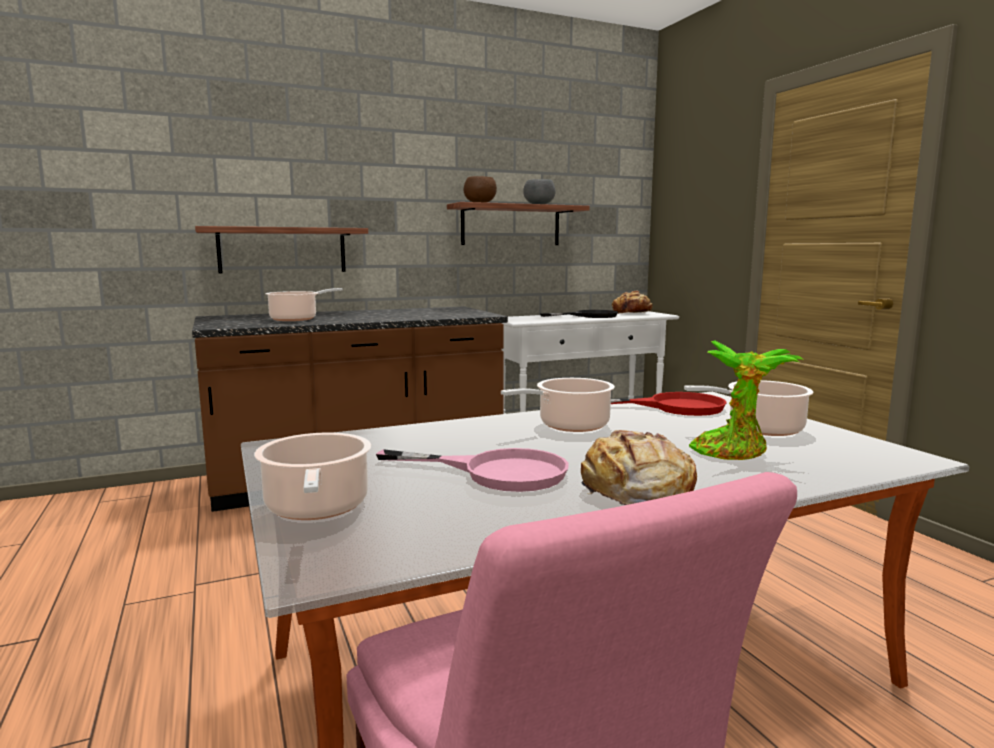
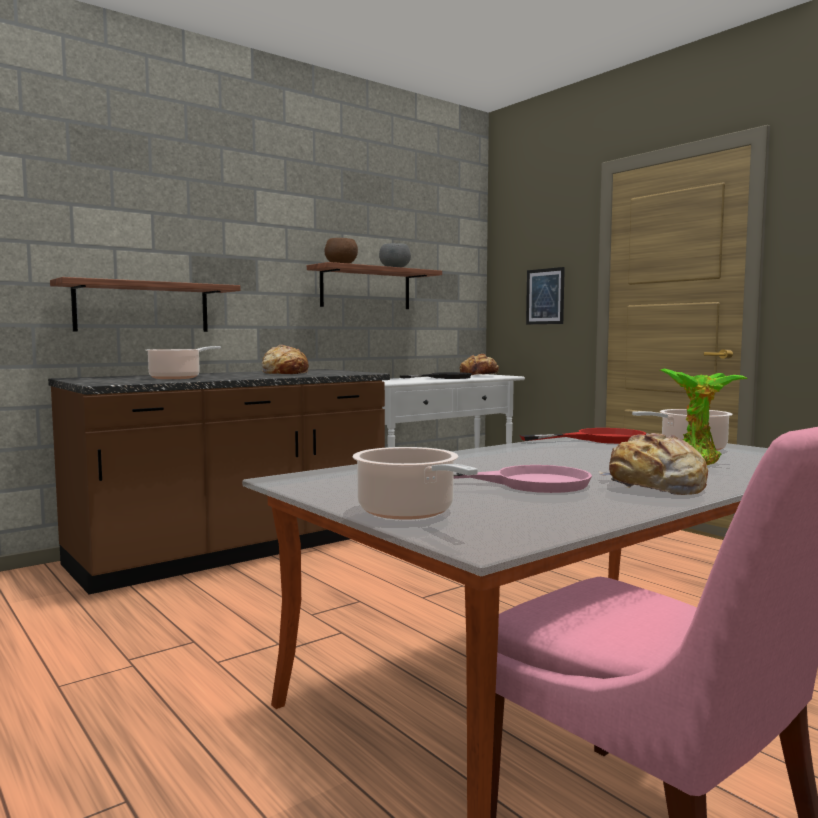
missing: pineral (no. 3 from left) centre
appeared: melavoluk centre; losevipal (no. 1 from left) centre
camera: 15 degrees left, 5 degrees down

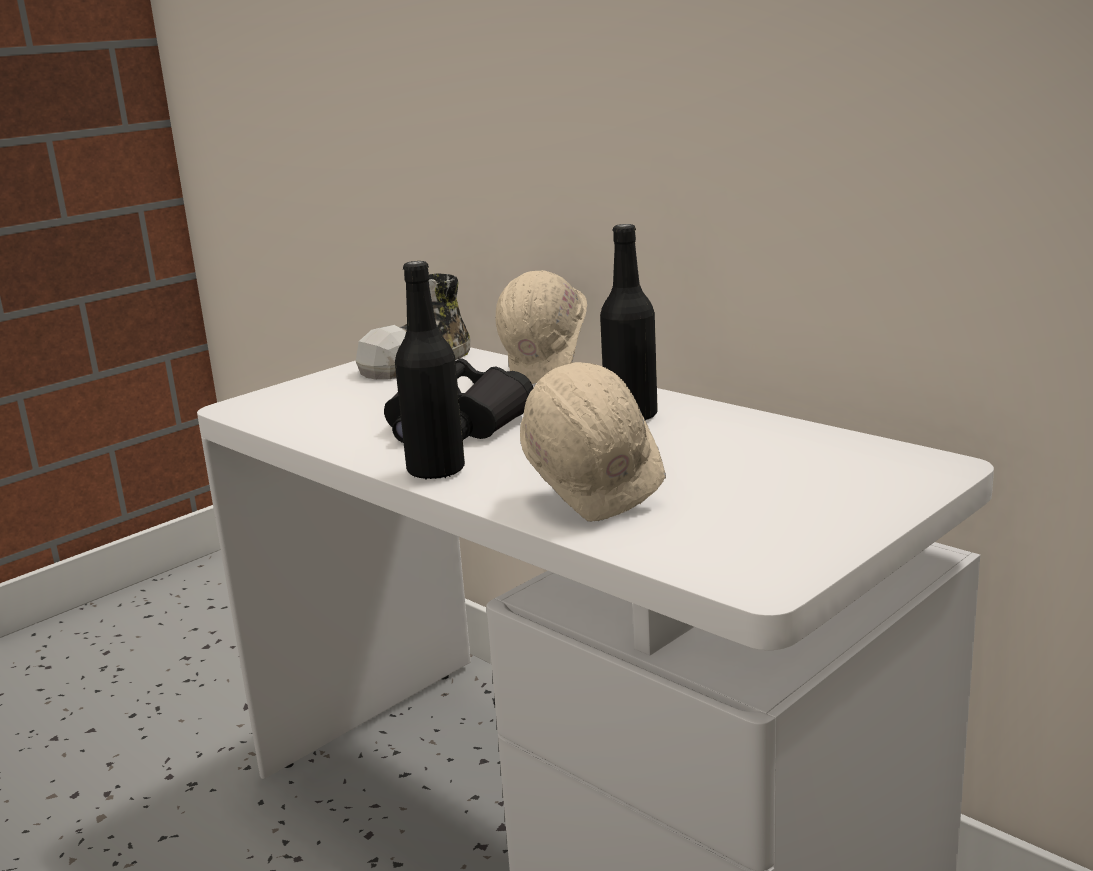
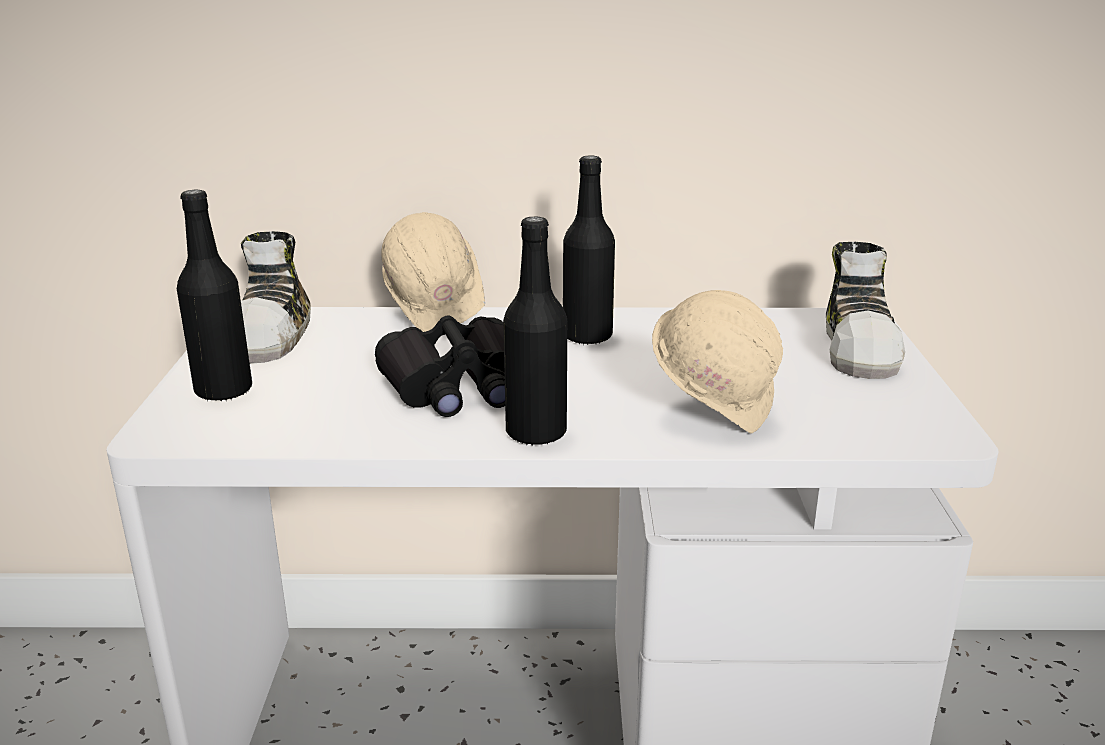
appeared: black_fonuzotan (no. 1 from left) middle left; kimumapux (no. 2 from left) middle right
camera: 45 degrees left, 5 degrees up

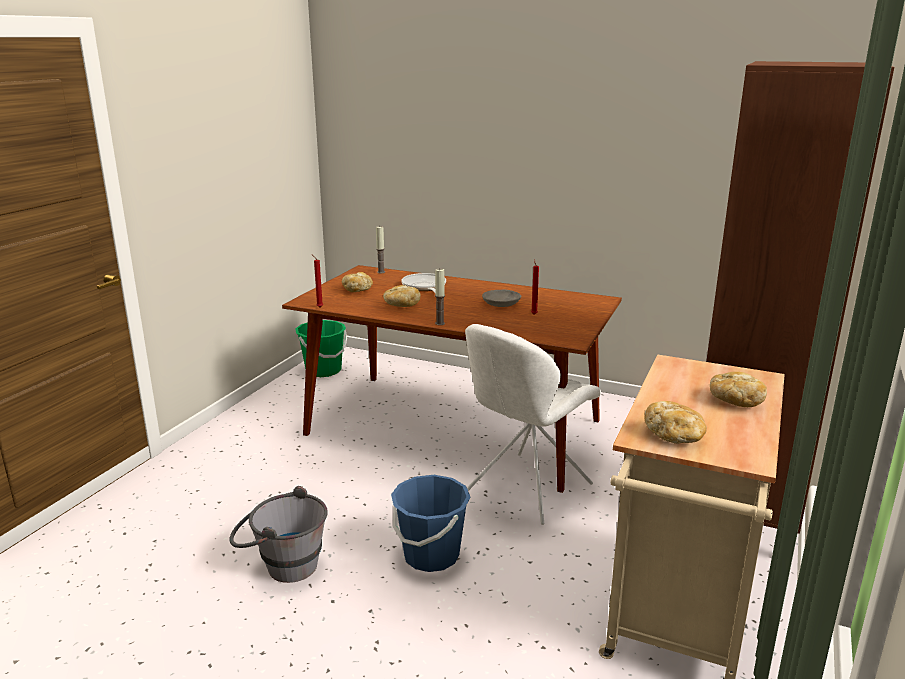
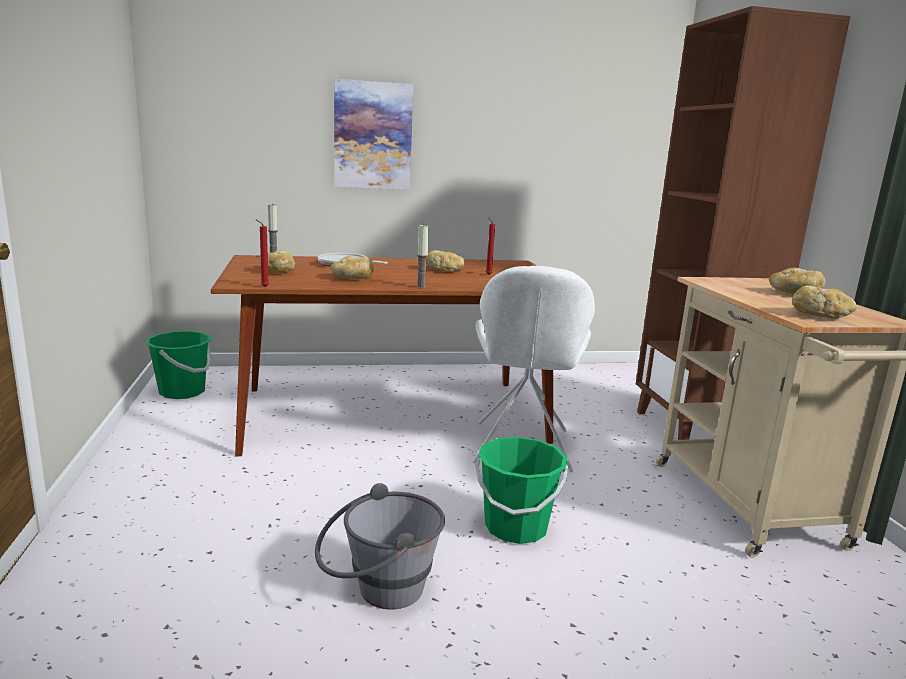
appeared: melavoluk top centre
exchanged: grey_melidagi centre to losevipal (no. 3 from left) centre
colour: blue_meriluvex bottom centre to green_meriluvex (no. 2 from left) bottom centre
camera: 35 degrees left, 5 degrees down

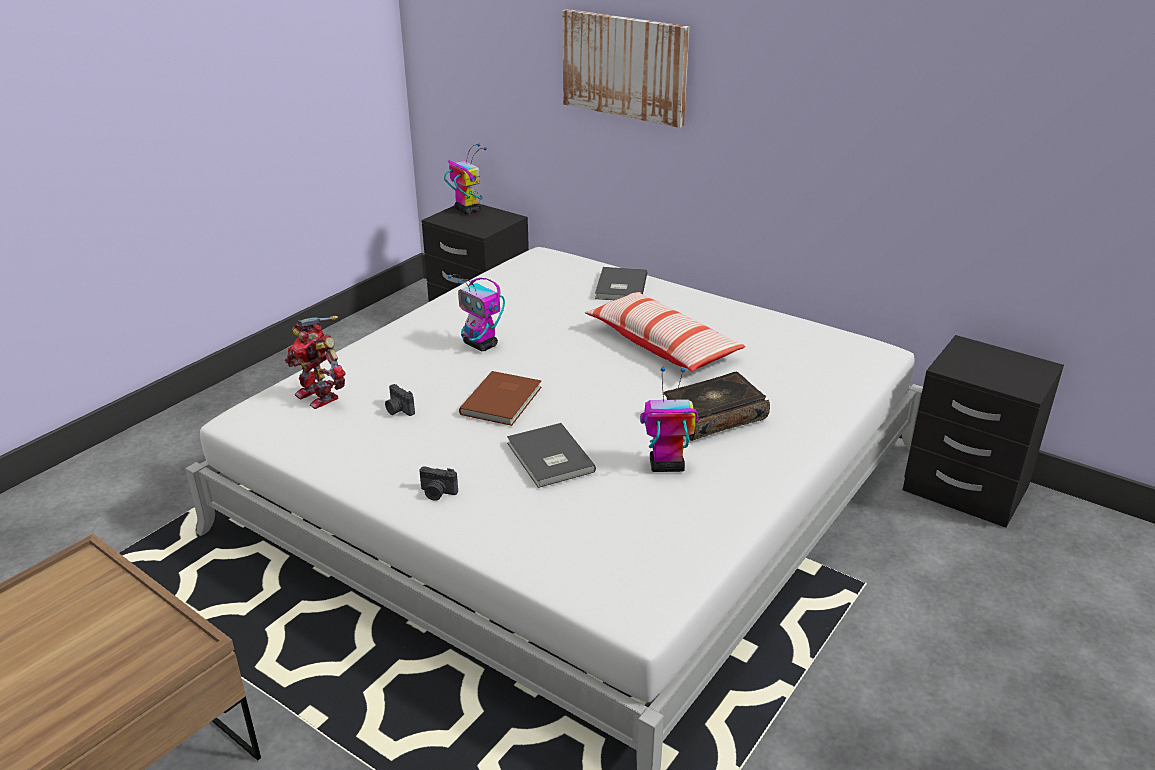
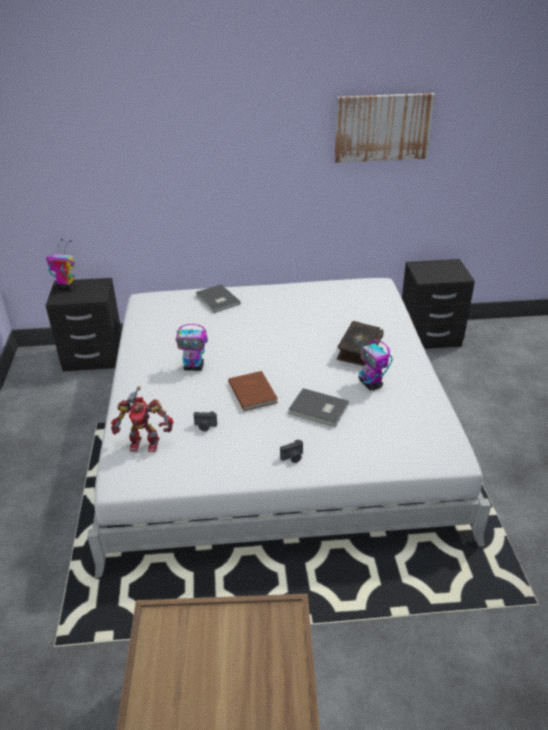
missing: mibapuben centre
relocated: melavoluk top centre to top right
spun: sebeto (no. 4 from left) centre = middle right 75 degrees counterclockwise
camera: 40 degrees left, 5 degrees up

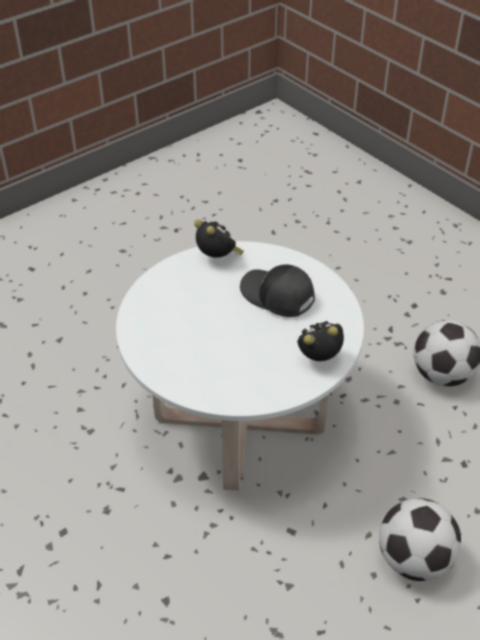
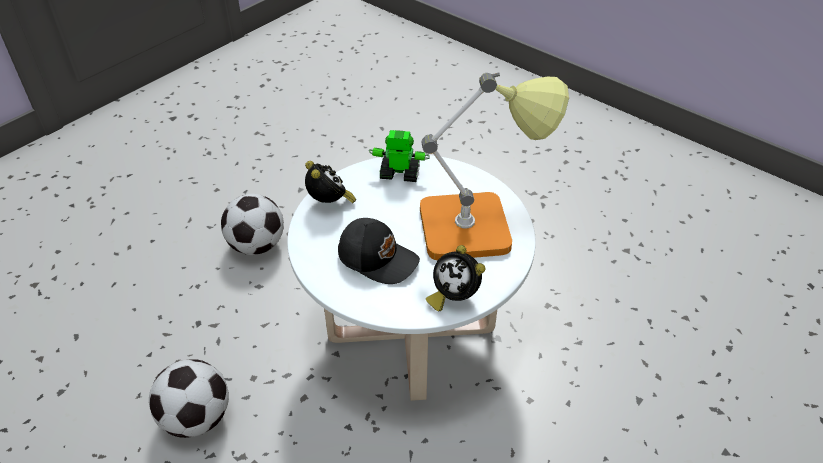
appeared: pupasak centre; sebeto centre
spun: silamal (no. 2 from left in the first image) middle right = centre 90 degrees counterclockwise
camera: 170 degrees right, 0 degrees up

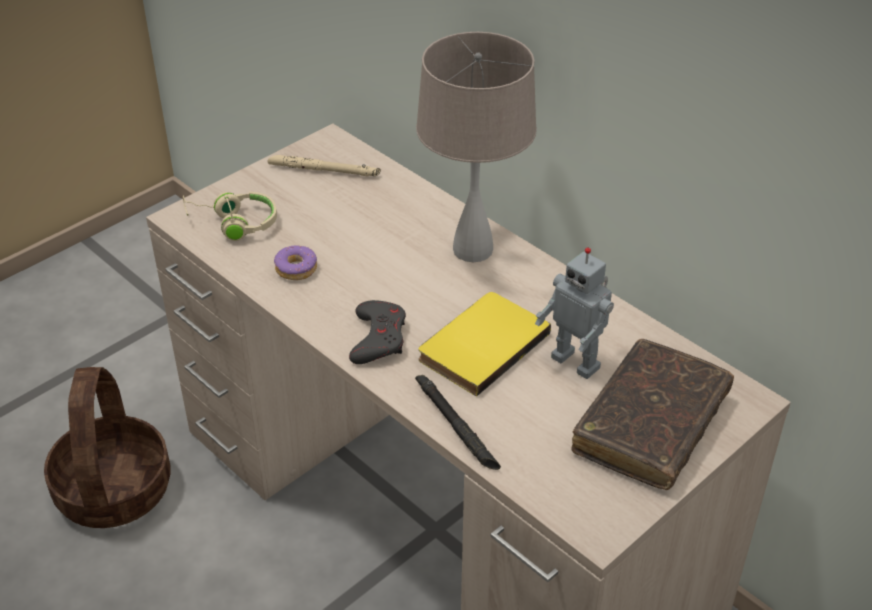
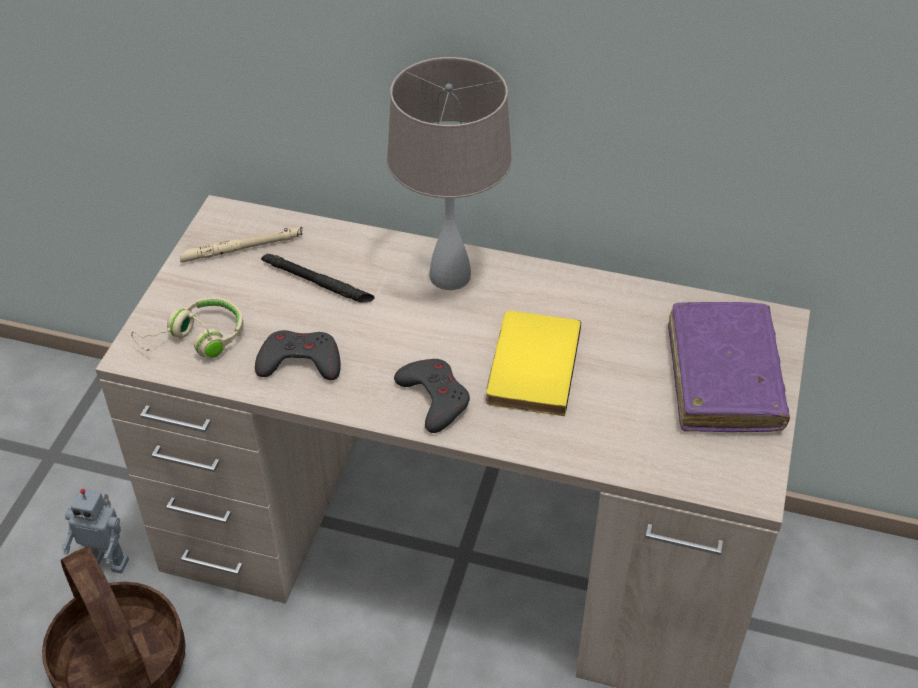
relocated: sebeto centre to bottom left; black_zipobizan bottom centre to centre
exchanged: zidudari centre to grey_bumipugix (no. 1 from left) middle left
colour: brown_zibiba bottom right to purple_zibiba middle right
camera: 30 degrees left, 5 degrees up

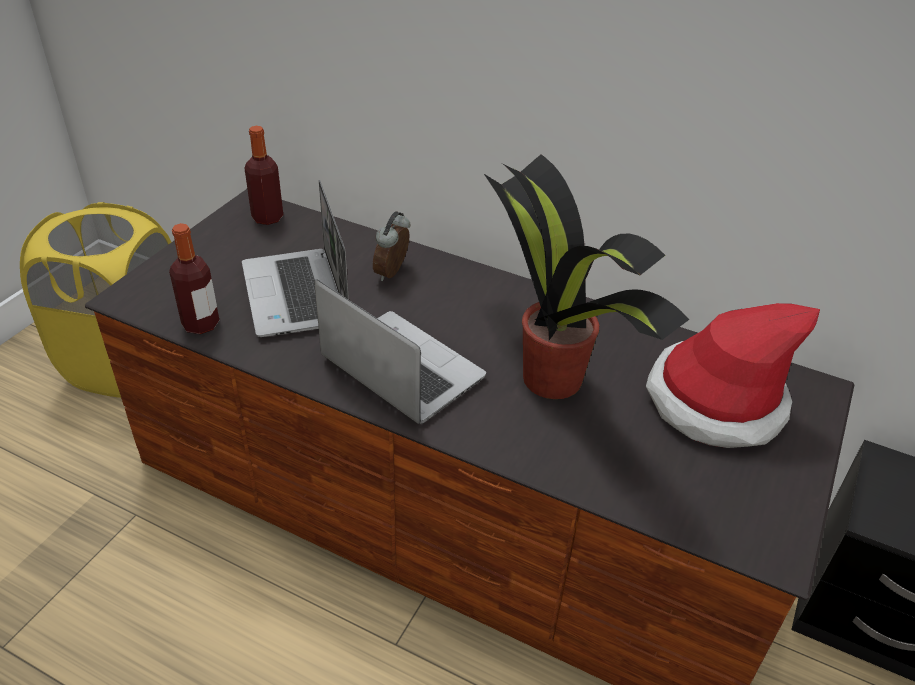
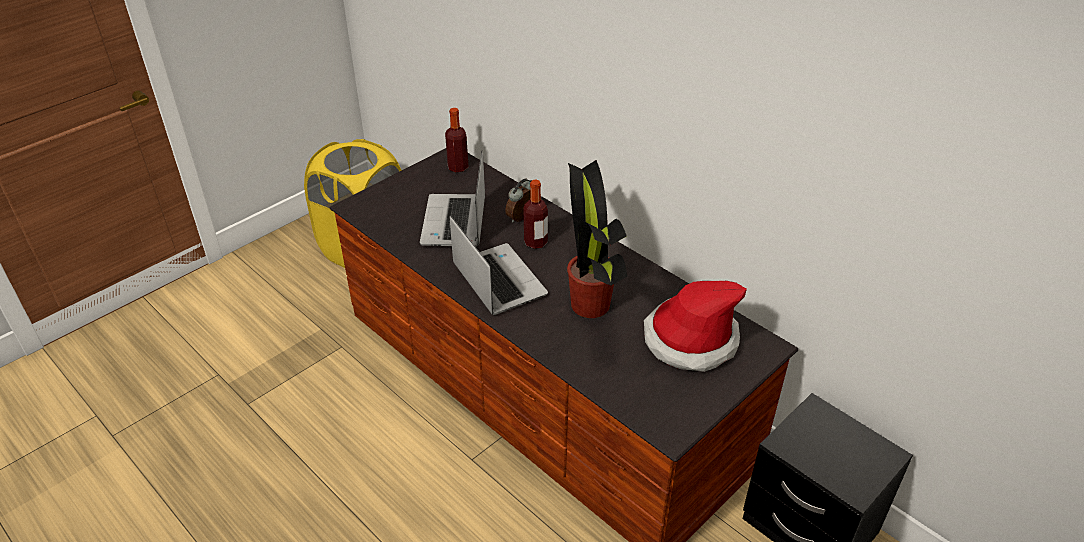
relocated: fonuzotan (no. 1 from left in the first image) middle left to fonuzotan (no. 2 from left) centre
camera: 20 degrees right, 0 degrees up

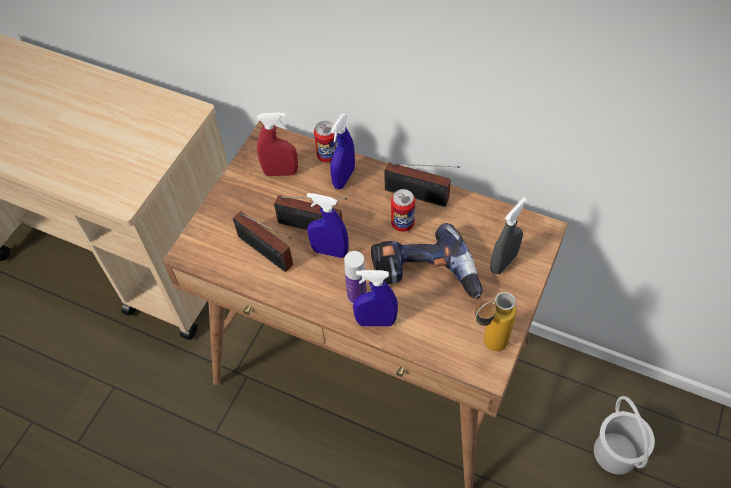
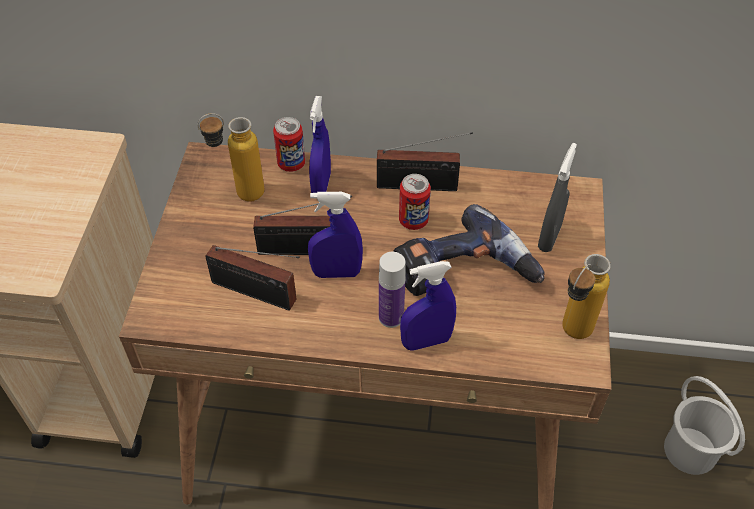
exchanged: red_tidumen top centre to fonuzotan (no. 1 from left) top left
camera: 20 degrees left, 5 degrees down

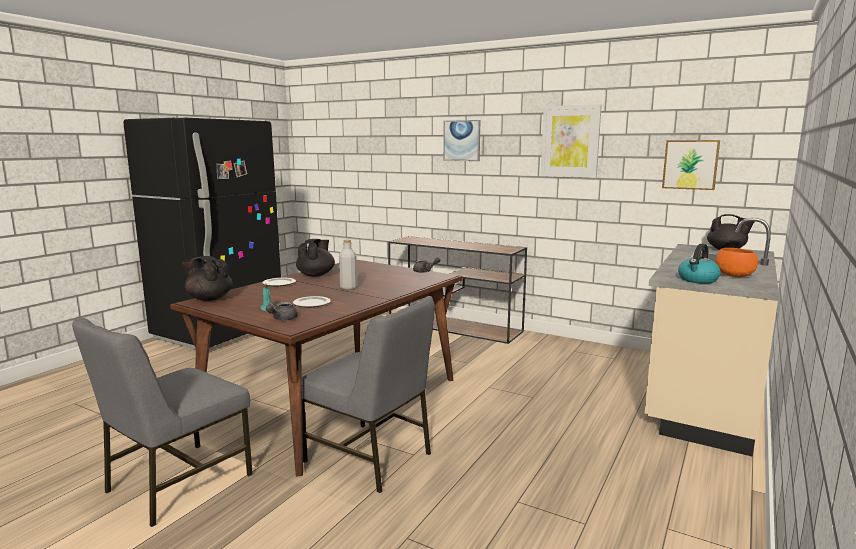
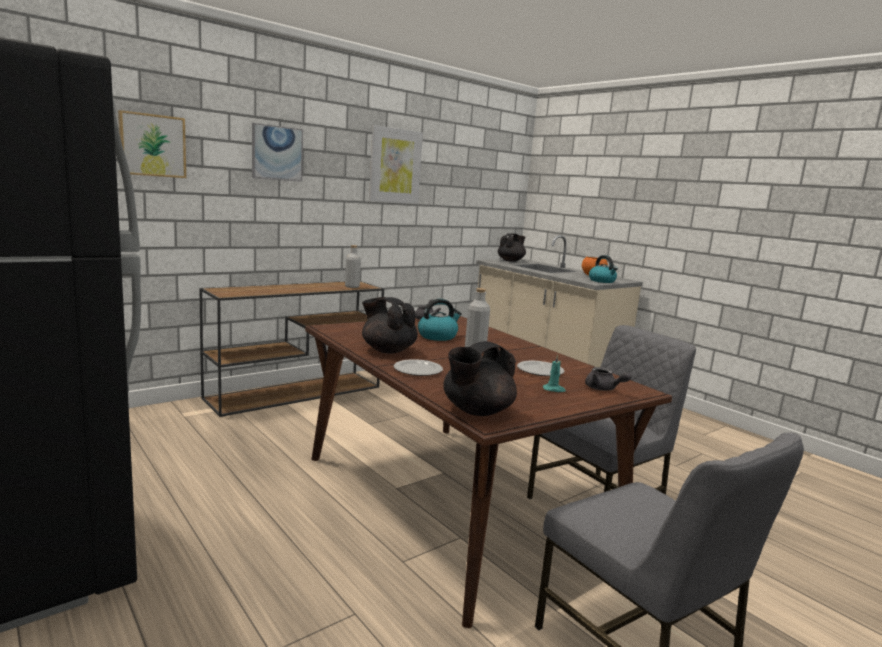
appeared: grey_fonuzotan (no. 1 from left) centre; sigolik (no. 1 from left) centre
relocated: melavoluk (no. 3 from left in the first image) top right to melavoluk (no. 1 from left) top left
camera: 70 degrees left, 0 degrees up

